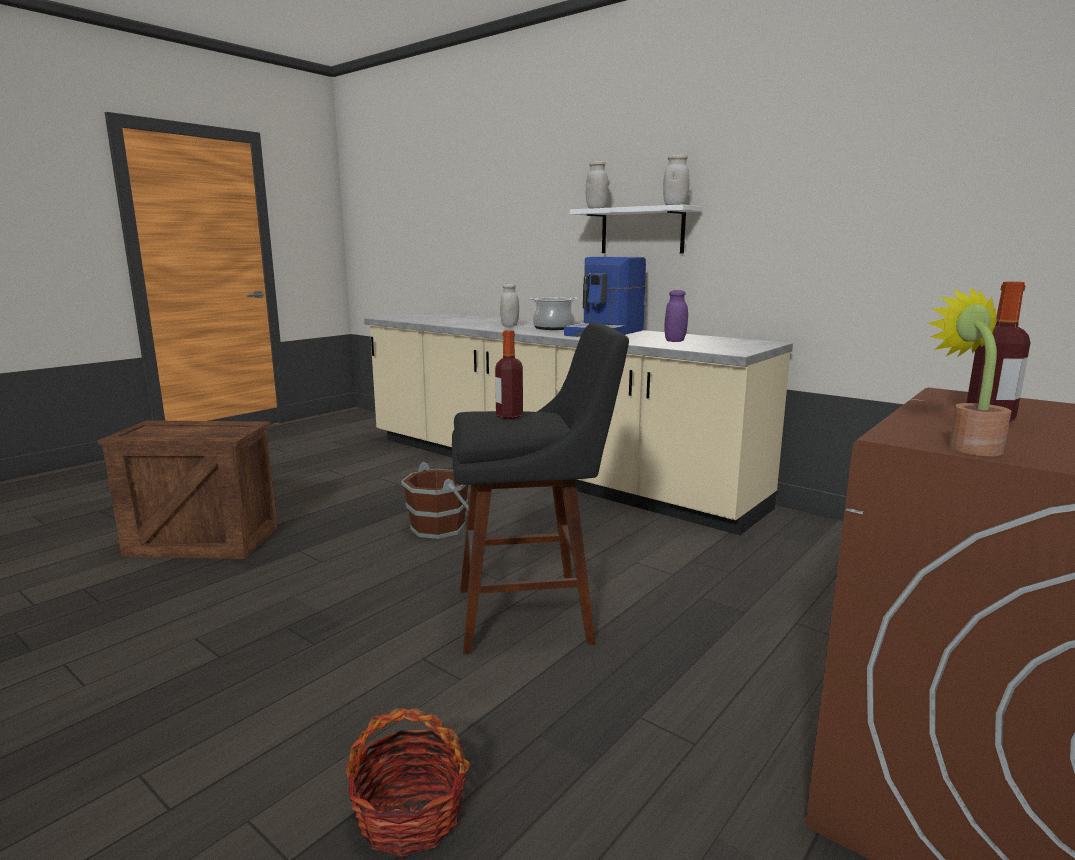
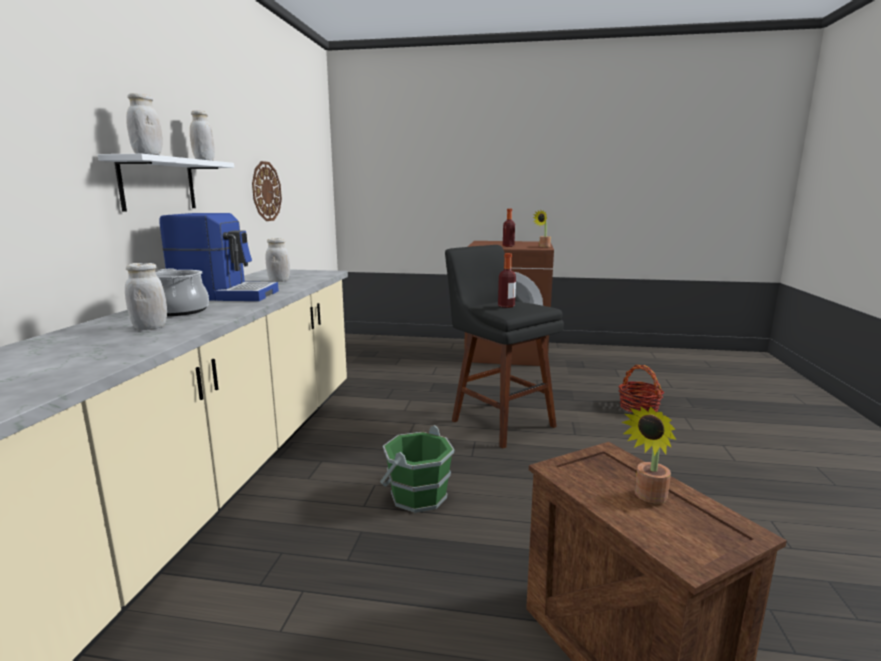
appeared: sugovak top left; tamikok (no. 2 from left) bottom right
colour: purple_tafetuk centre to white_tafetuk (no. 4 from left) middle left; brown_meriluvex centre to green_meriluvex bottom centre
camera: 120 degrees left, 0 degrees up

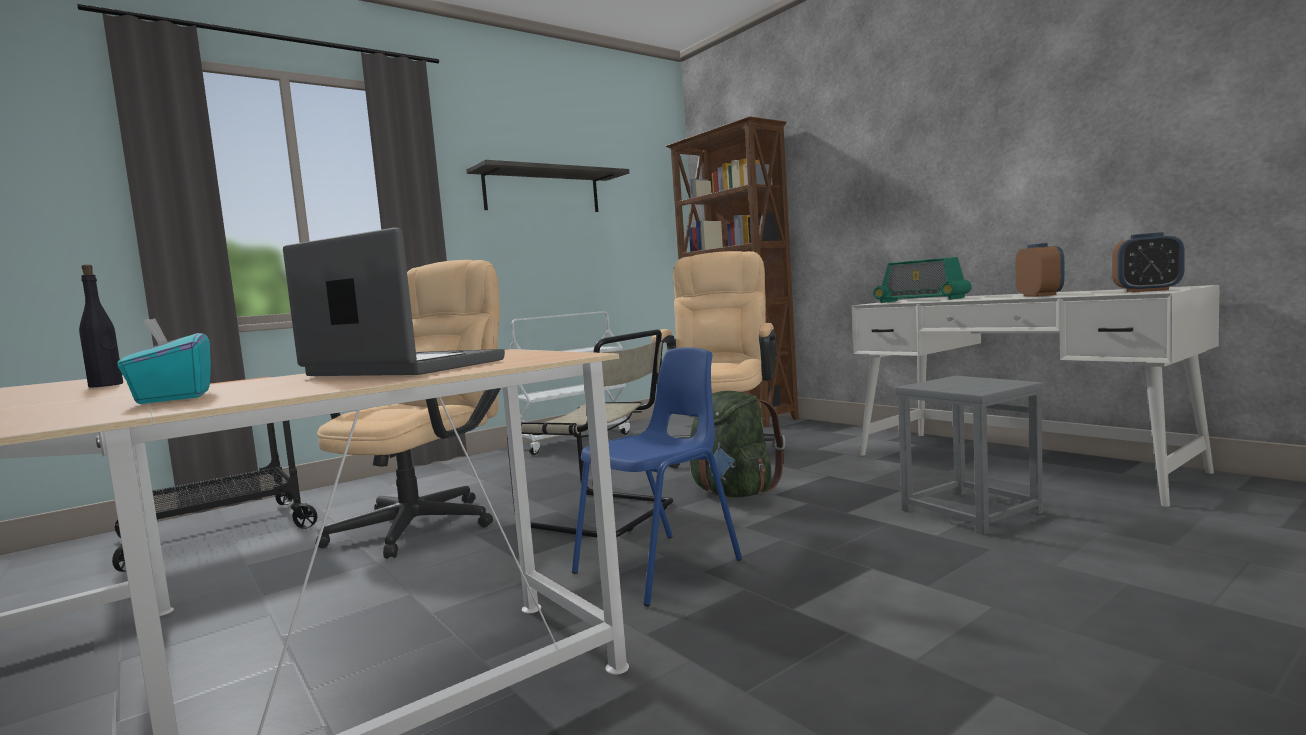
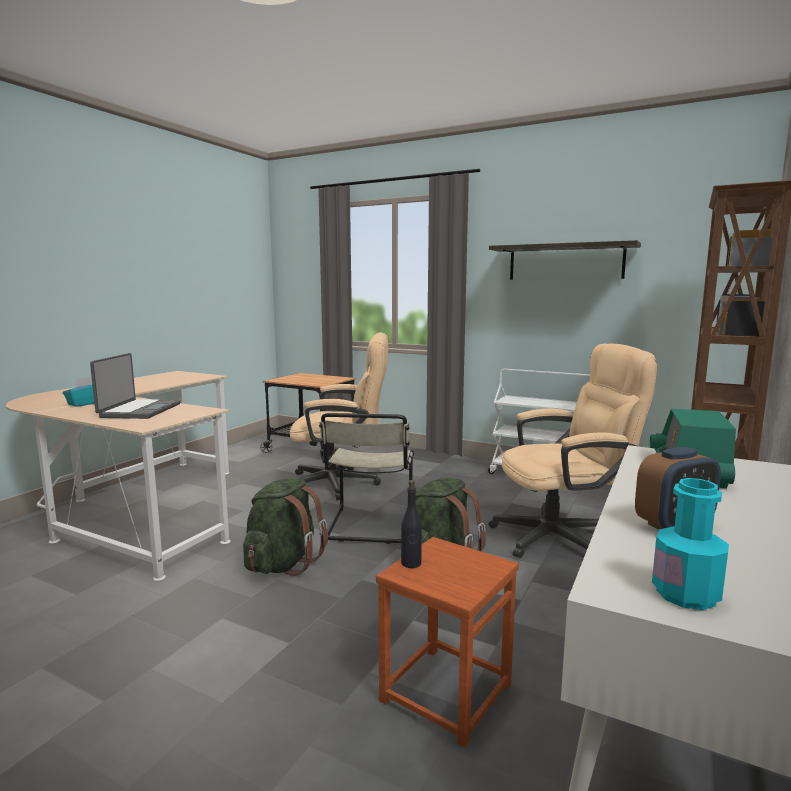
relocated: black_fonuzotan middle left to centre
exchanged: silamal (no. 2 from left) middle right to turquoise_fonuzotan bottom right; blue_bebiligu centre to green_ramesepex (no. 1 from left) centre
colour: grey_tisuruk middle right to brown_tisuruk bottom centre
camera: 65 degrees right, 5 degrees up

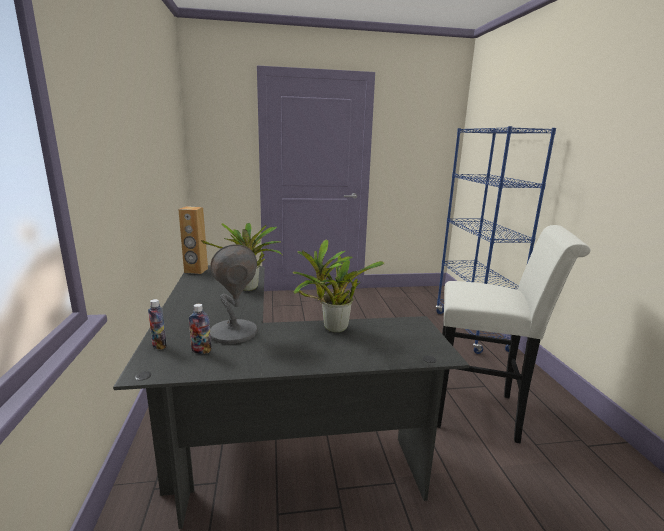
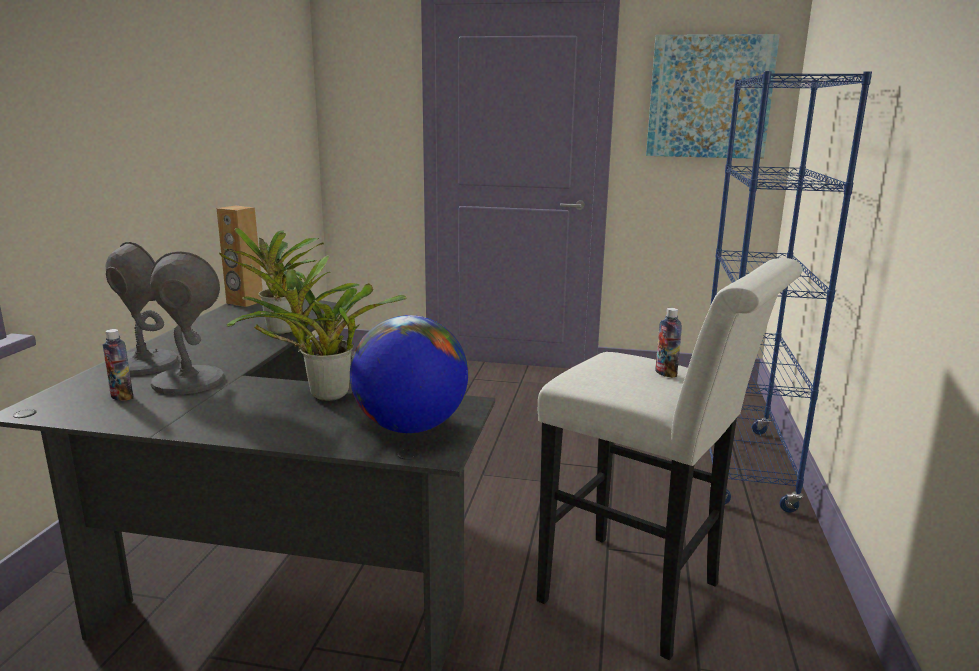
appeared: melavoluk top right; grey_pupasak (no. 1 from left) middle left; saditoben centre
relocated: fonuzotan (no. 1 from left in the first image) middle left to fonuzotan (no. 2 from left) middle right
camera: 20 degrees right, 0 degrees up

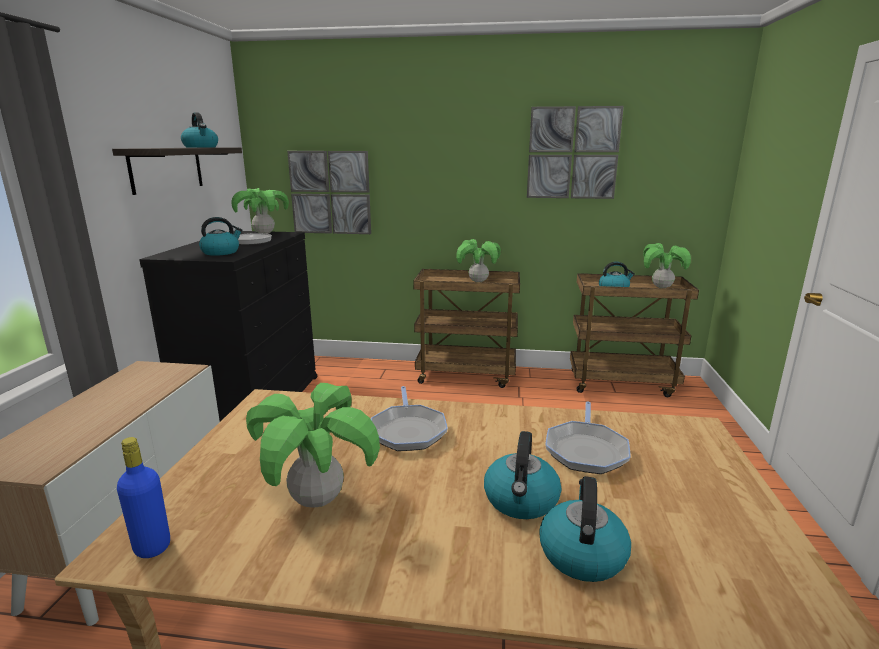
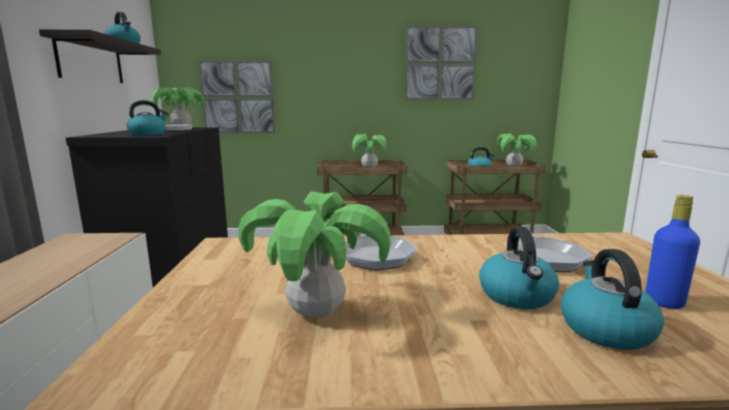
relocated: blue_fonuzotan bottom left to middle right
camera: 10 degrees left, 5 degrees down

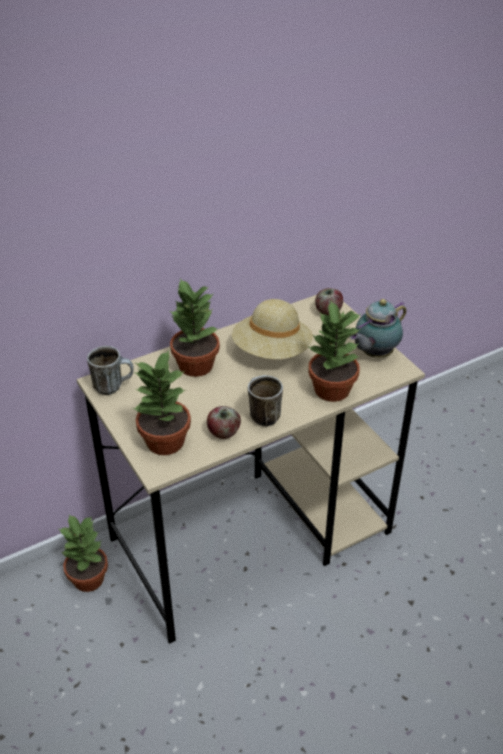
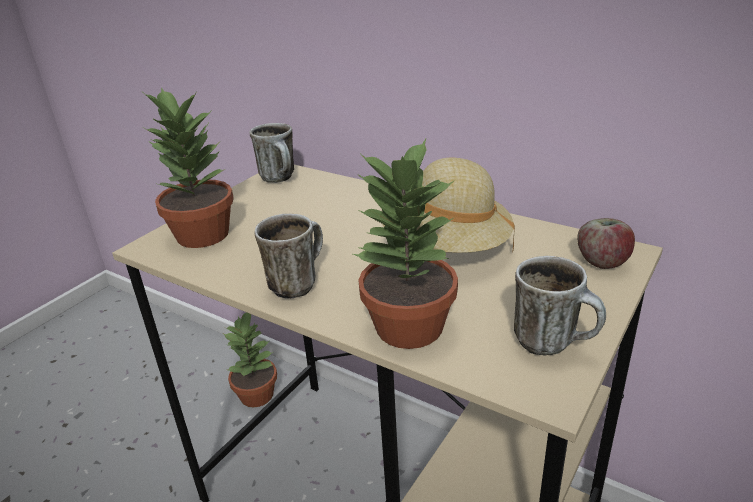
missing: tamikok (no. 3 from left) centre; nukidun (no. 1 from left) centre
exchanged: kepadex middle right to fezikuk (no. 3 from left) middle right
camera: 65 degrees right, 10 degrees down

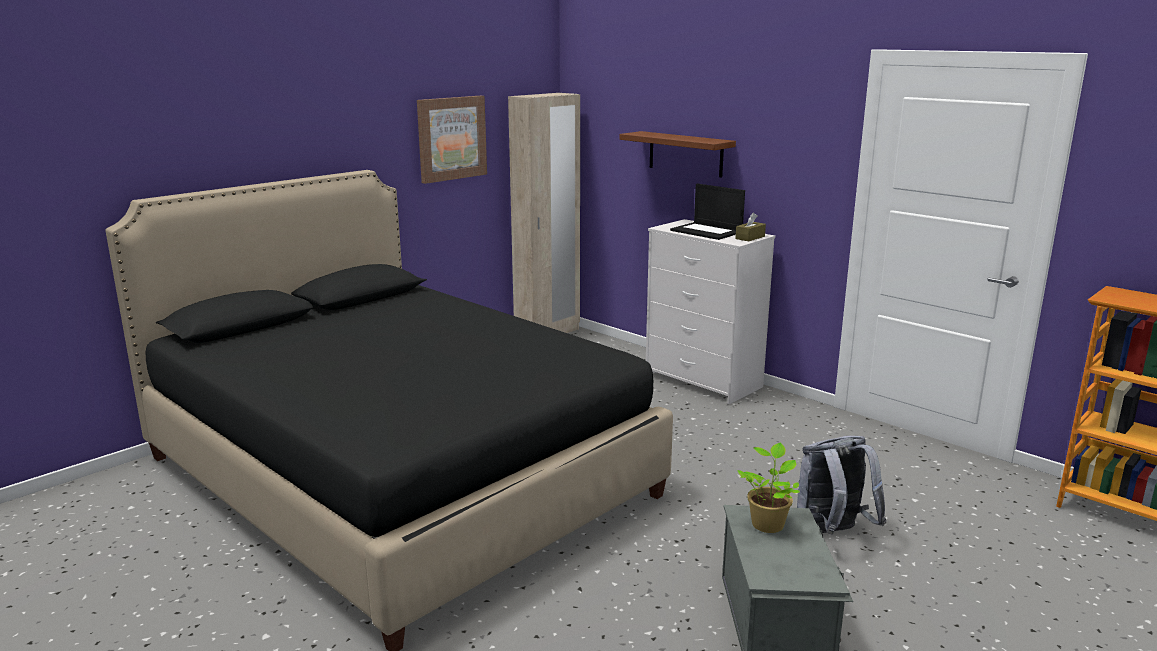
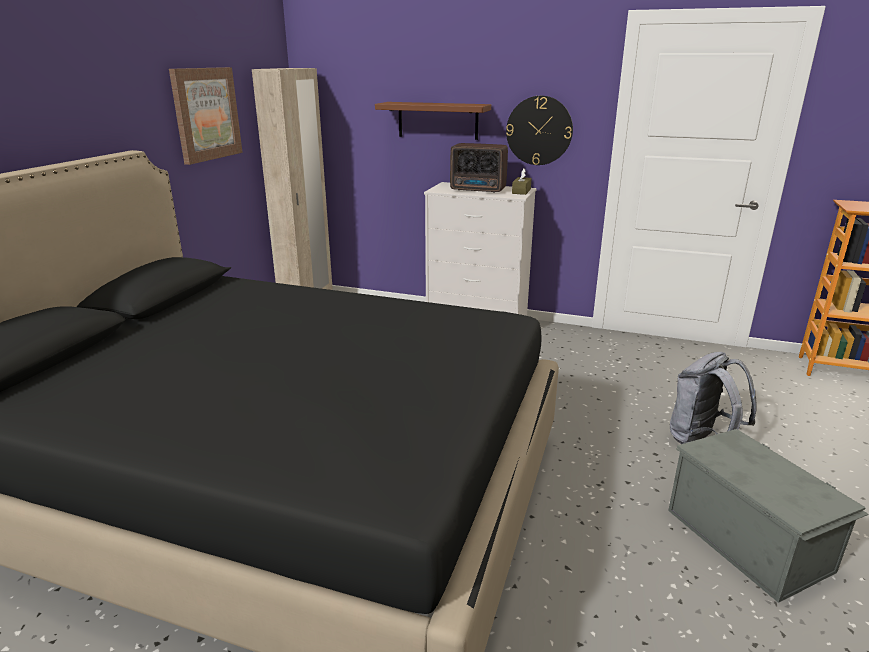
missing: tamikok bottom centre
appeared: sugovak top centre
exchanged: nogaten top centre to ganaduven top centre
camera: 25 degrees left, 5 degrees up

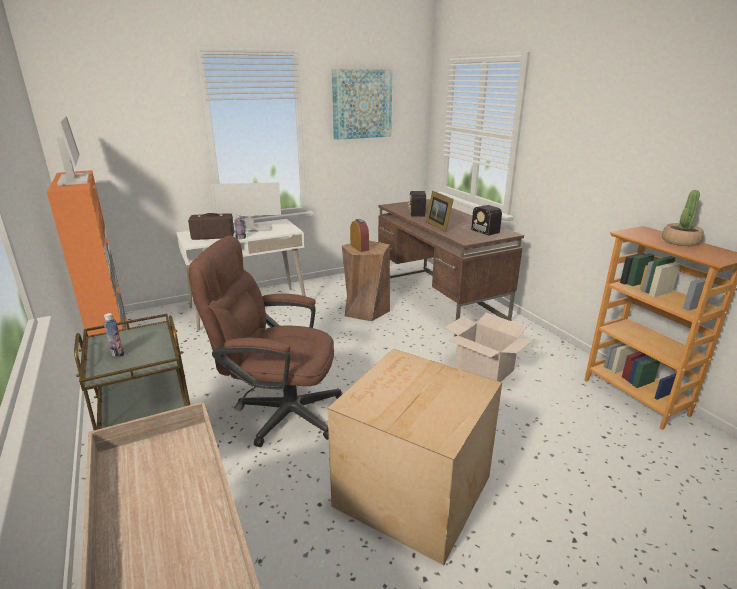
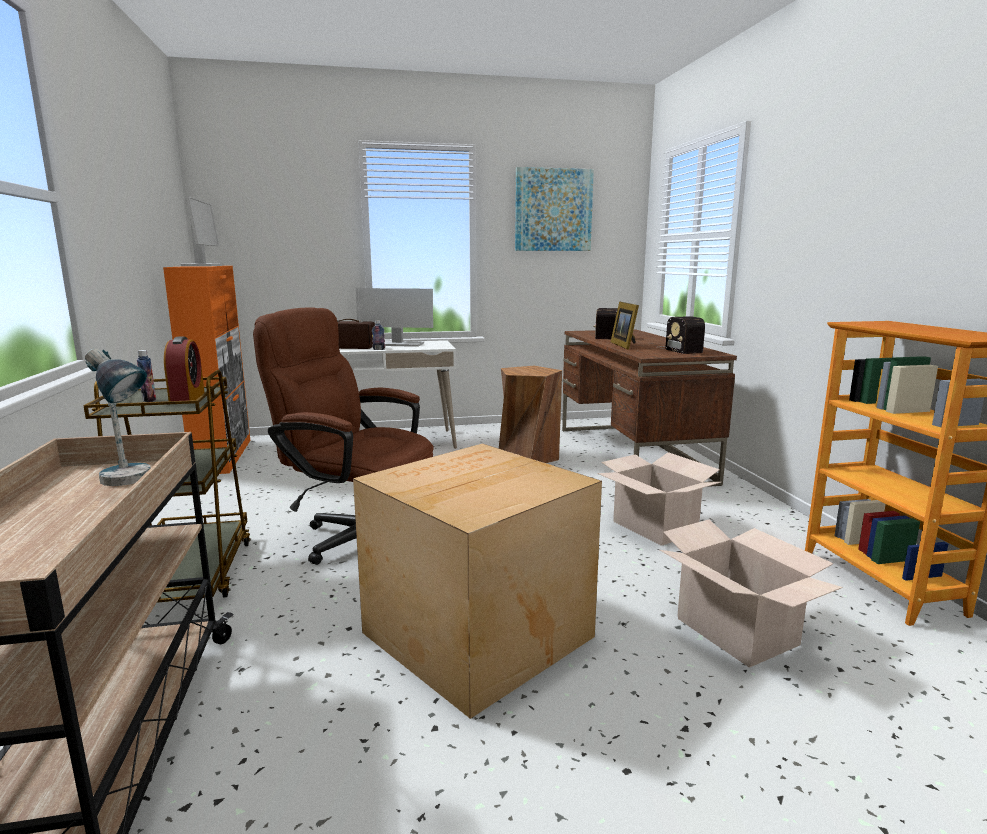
missing: tamikok middle right
appeared: pupasak middle left; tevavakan (no. 3 from left) bottom right
relocated: silamal centre to middle left
camera: 15 degrees right, 10 degrees down

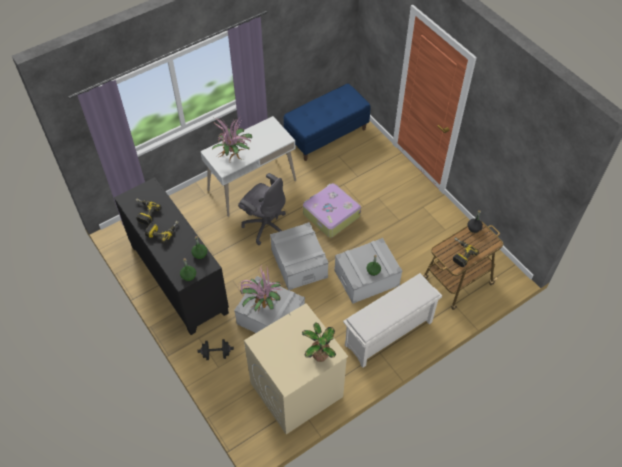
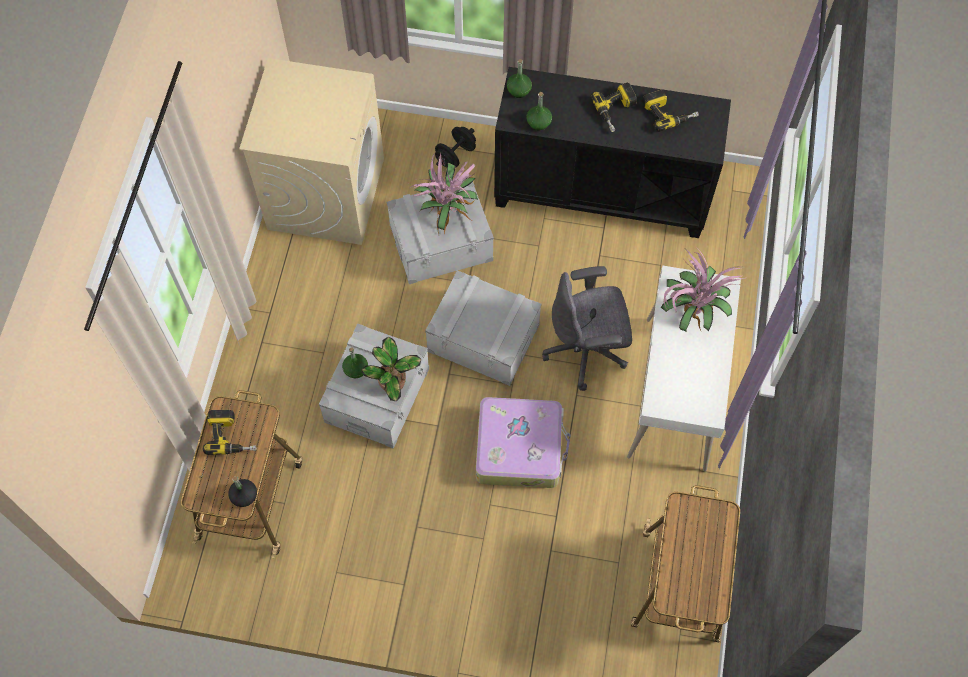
missing: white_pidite bottom centre
relocated: tamikok (no. 3 from left in the first image) bottom centre to tamikok (no. 1 from left) centre
exchanged: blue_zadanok top centre to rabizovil (no. 2 from left) bottom right
camera: 135 degrees right, 10 degrees up

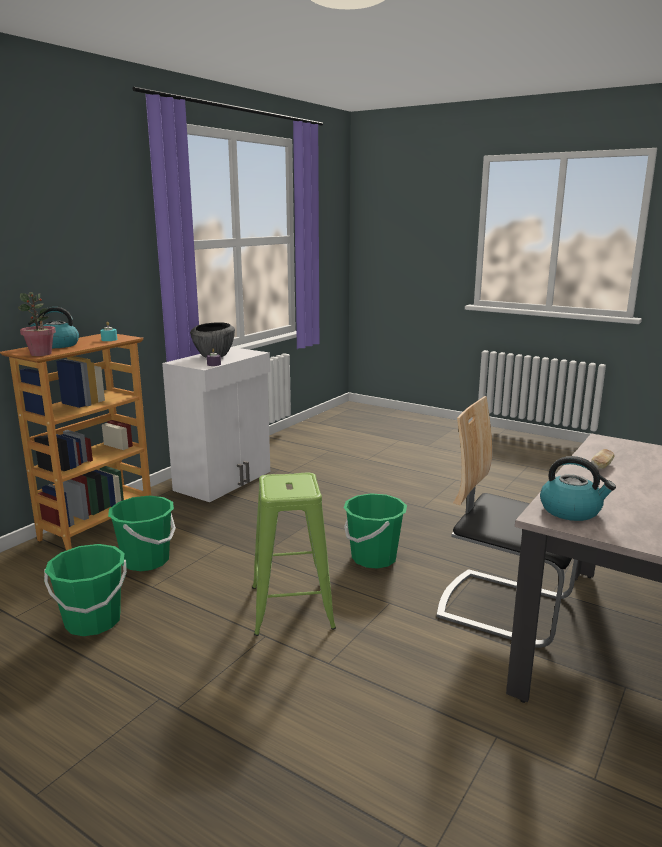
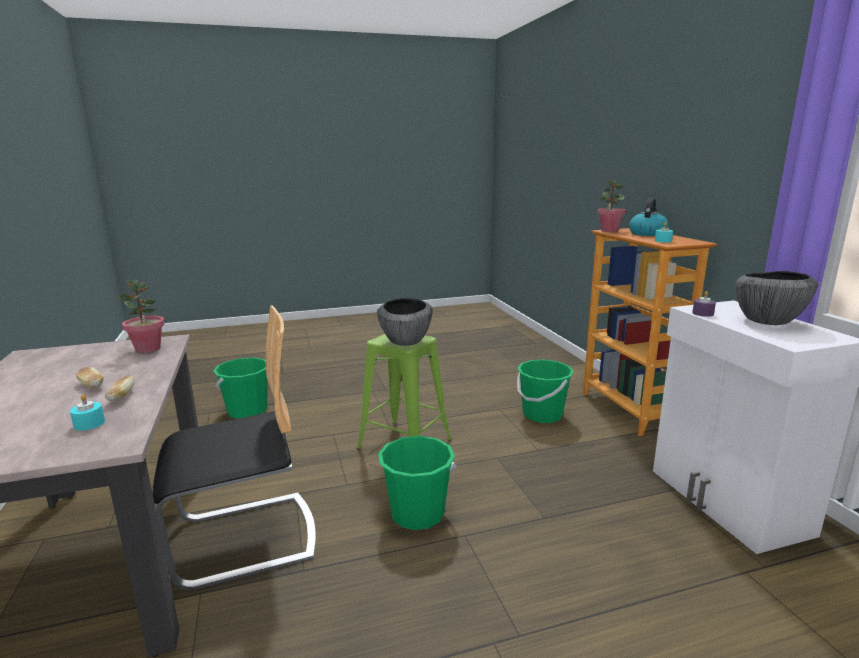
appeared: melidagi (no. 1 from left) centre; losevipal (no. 1 from left) middle left; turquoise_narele (no. 1 from left) middle left
relocated: green_meriluvex (no. 1 from left) bottom left to middle left
exchanged: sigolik (no. 2 from left) middle right to tamikok (no. 1 from left) middle left
camera: 130 degrees right, 0 degrees up

